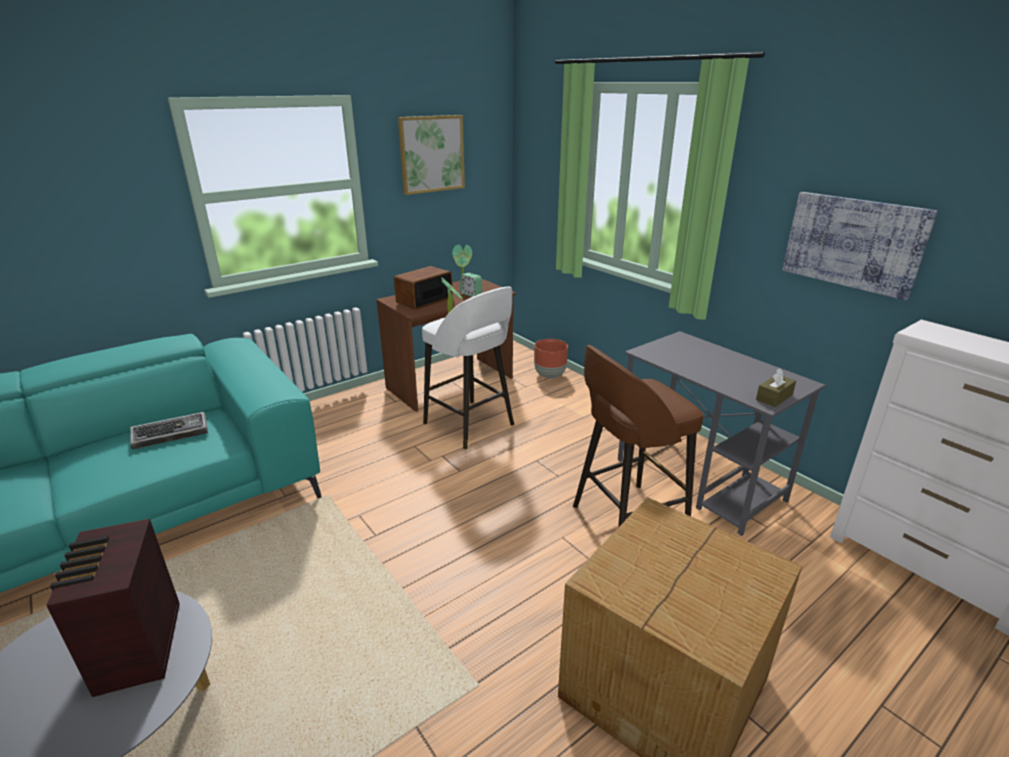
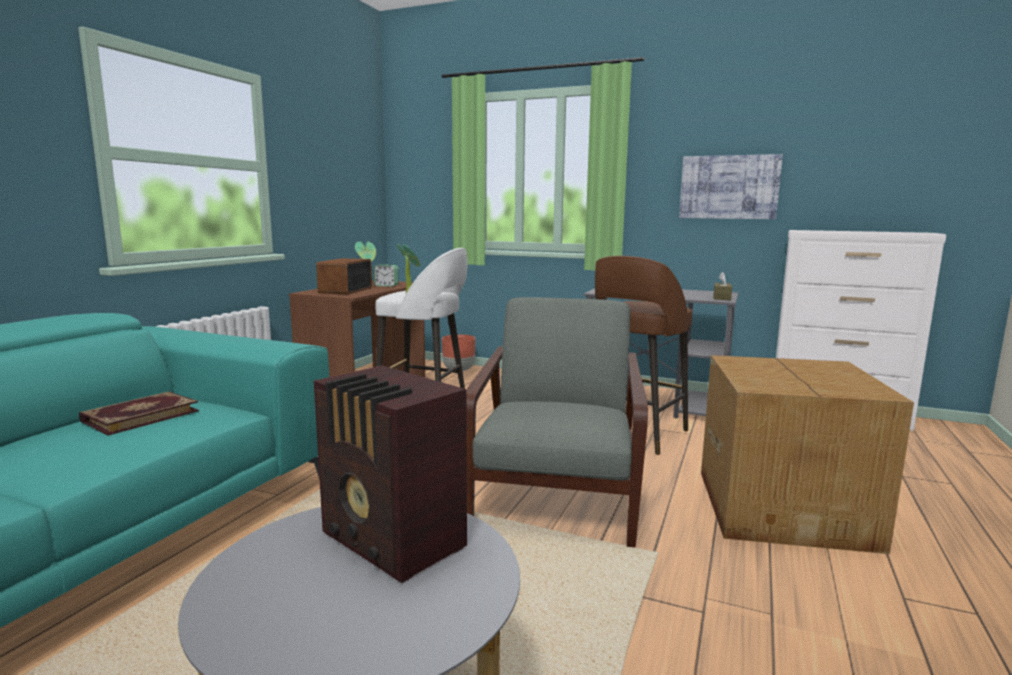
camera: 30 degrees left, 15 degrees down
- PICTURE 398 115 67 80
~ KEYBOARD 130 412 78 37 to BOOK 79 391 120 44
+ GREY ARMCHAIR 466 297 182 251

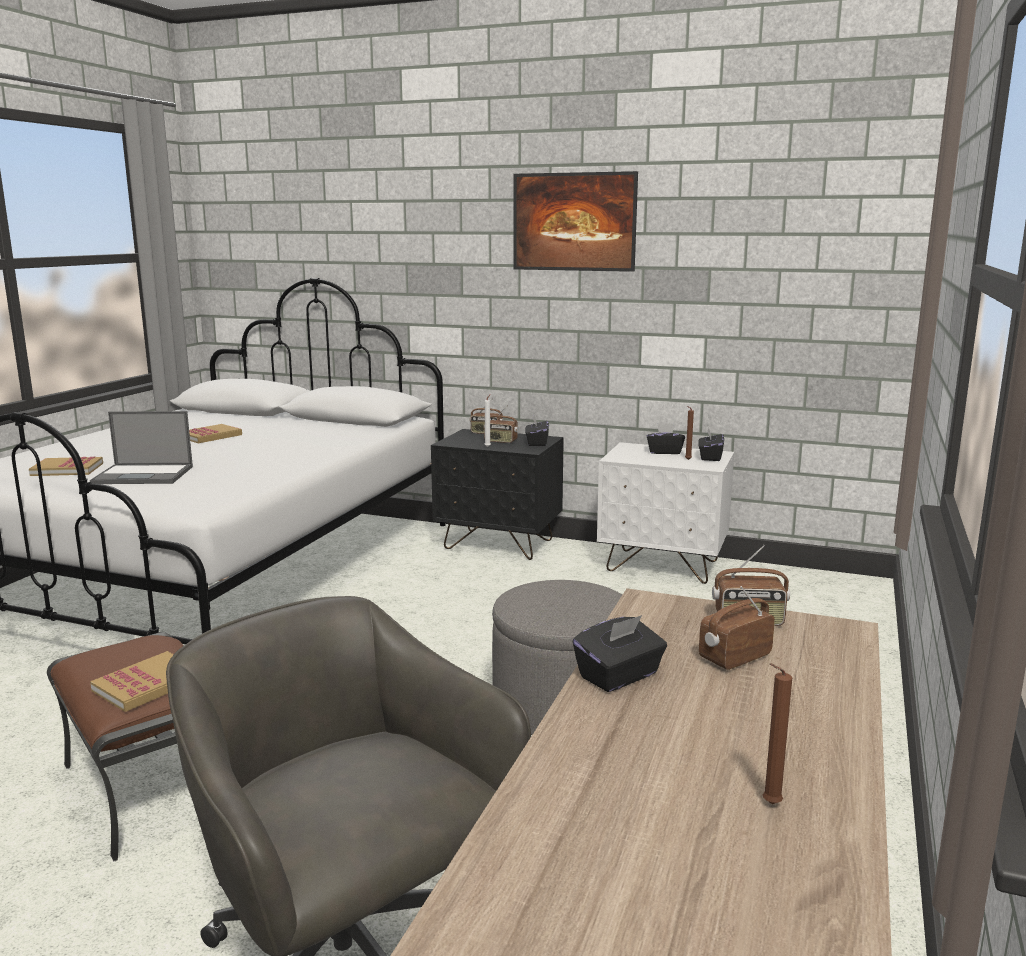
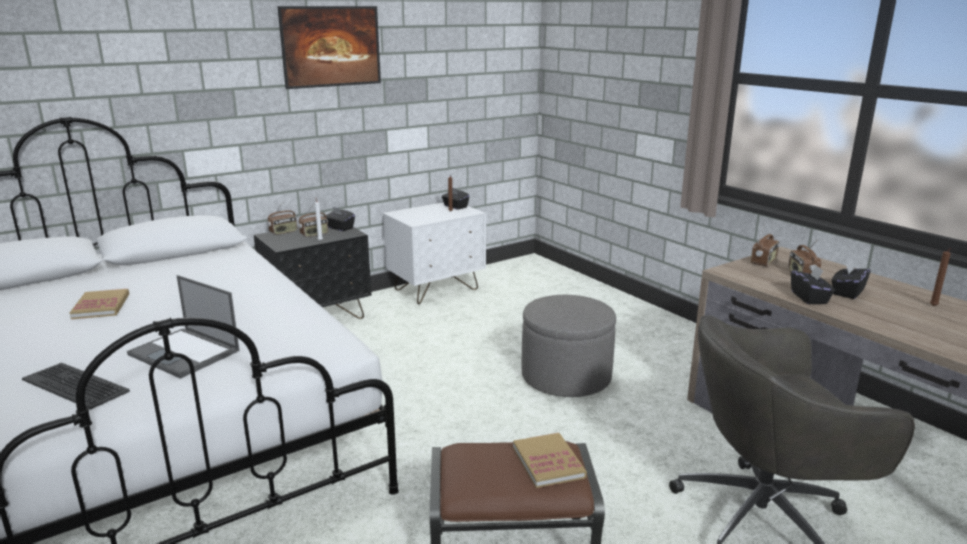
camera: 55 degrees left, 5 degrees up
~ LAPTOP 90 411 103 73 = 127 275 113 104 90 degrees clockwise
~ BLACK TISSUE BOX 647 423 38 31 to 832 260 39 39
~ BOOK 29 456 74 20 to KEYBOARD 22 363 108 47

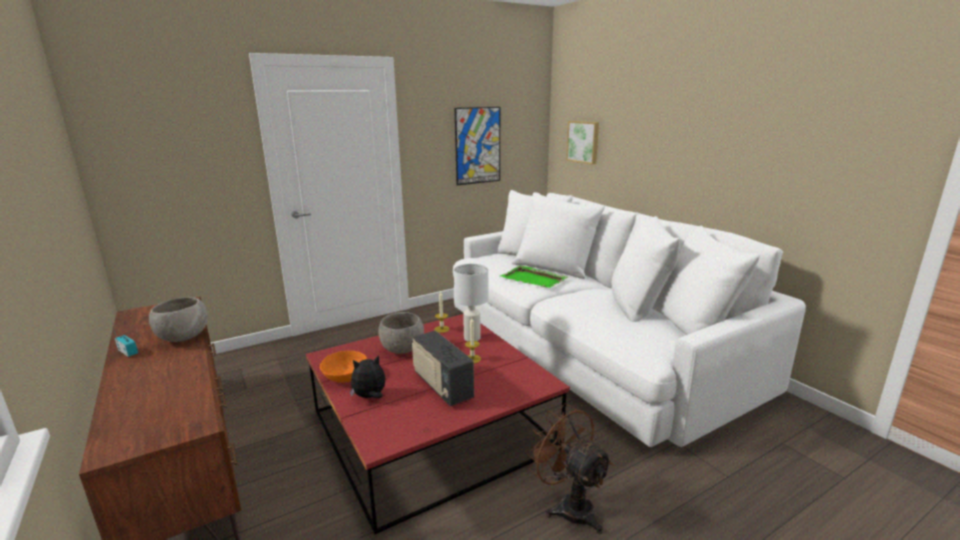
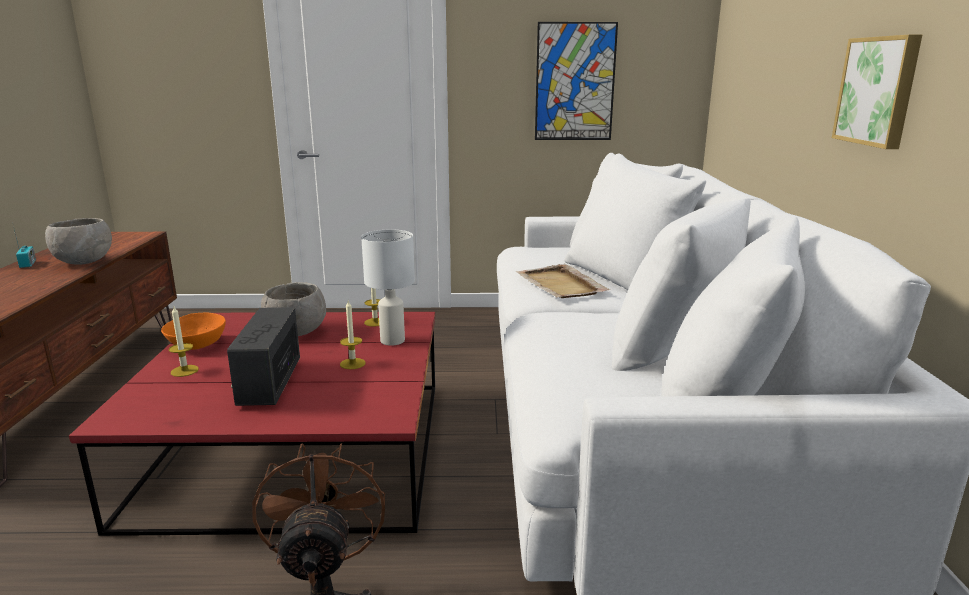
camera: 30 degrees right, 0 degrees up
~ PICTURE 566 121 33 43 to 832 35 90 114
~ GREEN TRAY 501 265 67 23 to BEIGE TRAY 516 264 94 34
~ PLUSH TOY 350 355 35 43 to CANDLE 169 306 30 71

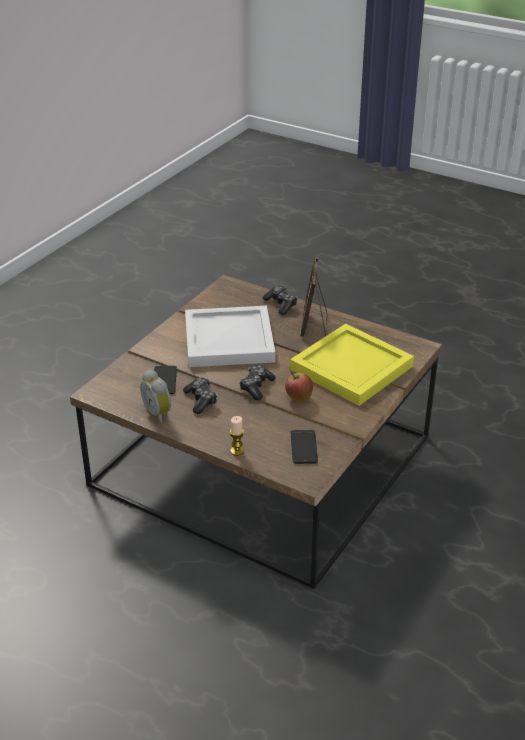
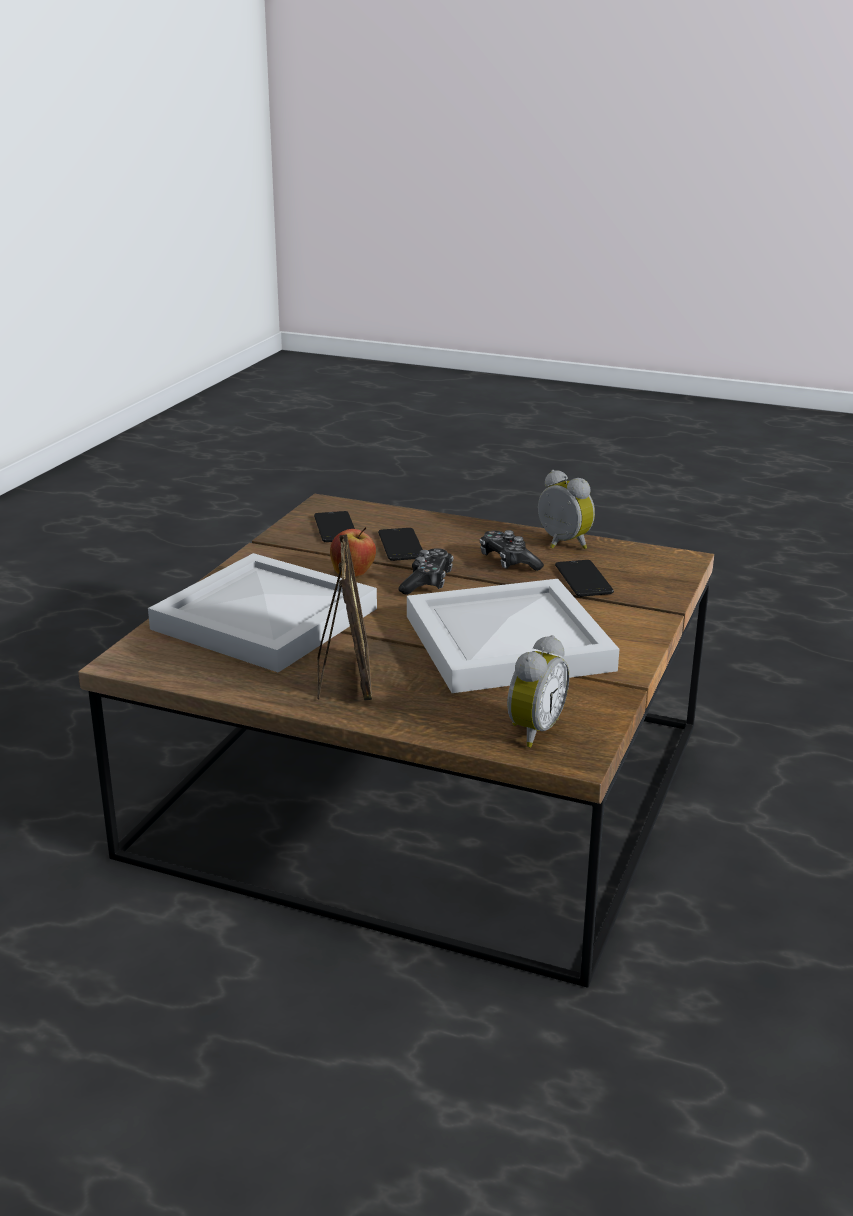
camera: 170 degrees right, 10 degrees down
- GAME CONTROLLER 263 285 34 30
~ YELLOW TRAY 290 324 124 82 to WHITE TRAY 148 553 229 119
- CANDLE 230 416 14 40
+ PHONE 378 528 45 33
+ ALARM CLOCK 507 635 62 113

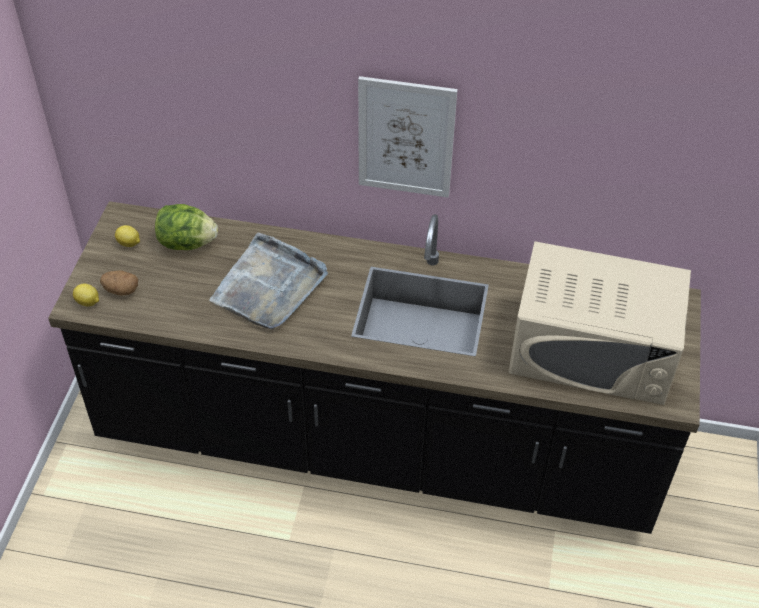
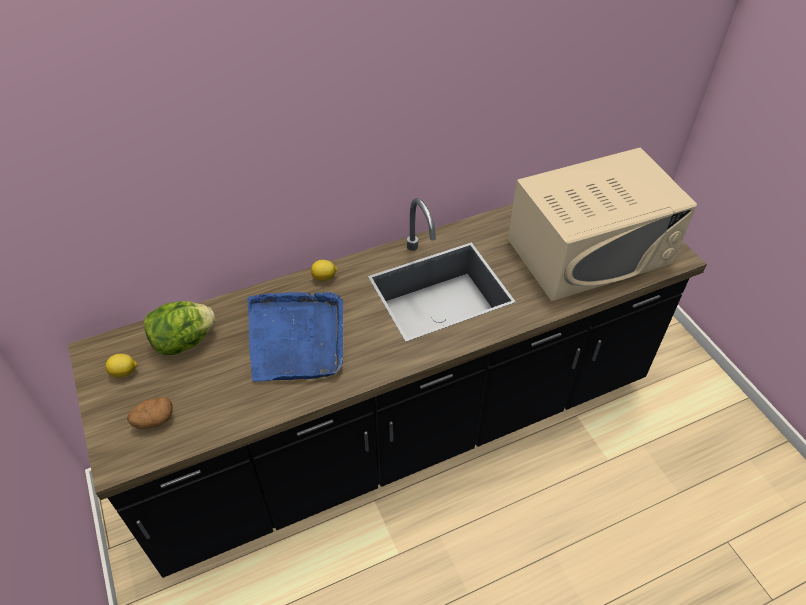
camera: 35 degrees left, 0 degrees up
- PICTURE 358 76 99 122
~ GREY TRAY 209 233 119 97 to BLUE TRAY 248 292 95 89
~ LEMON 73 284 26 22 to 311 260 26 21

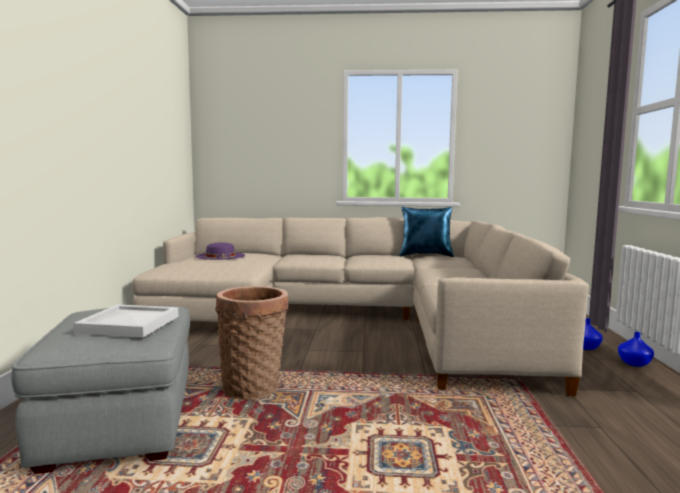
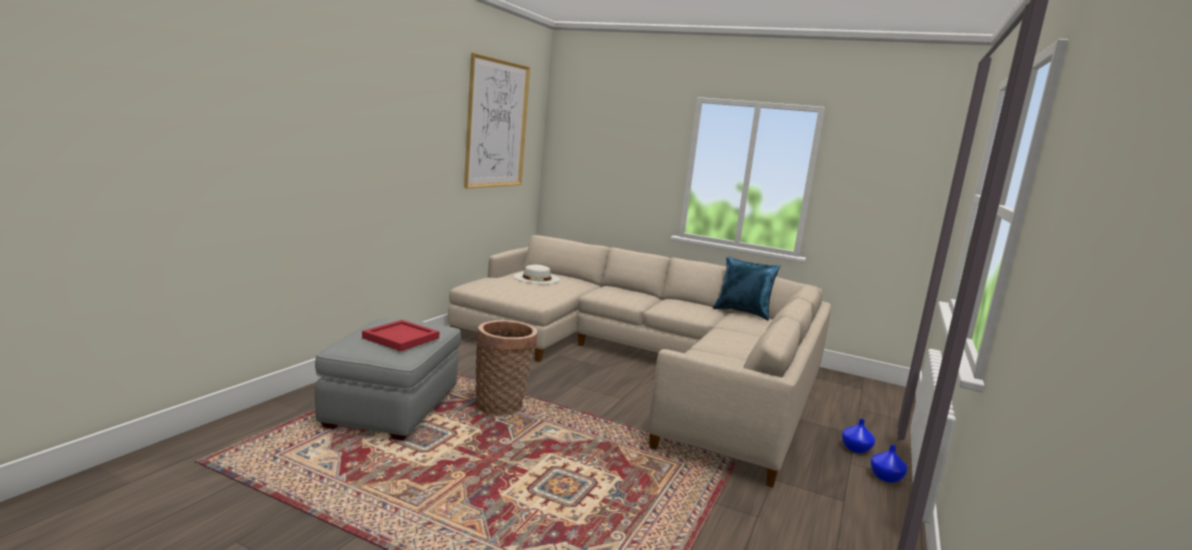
camera: 20 degrees right, 5 degrees up
~ PURPLE HAT 195 242 50 18 to WHITE HAT 514 265 46 19
~ WHITE TRAY 73 304 106 34 to RED TRAY 362 320 78 31
+ PICTURE 464 53 66 135

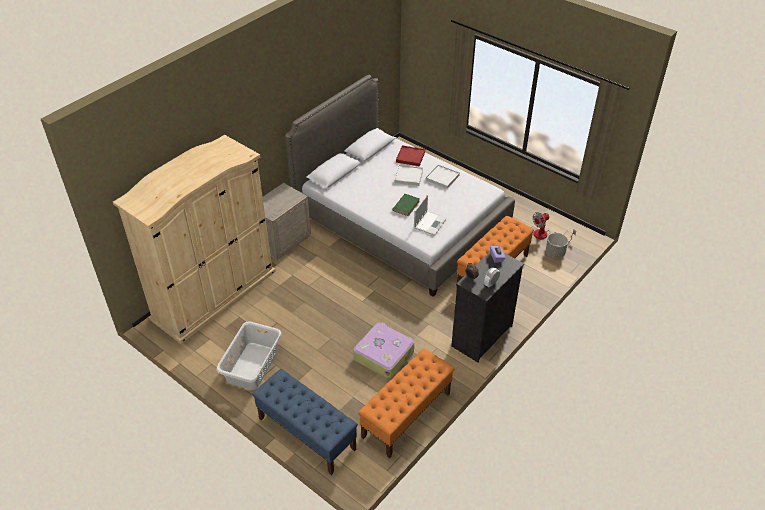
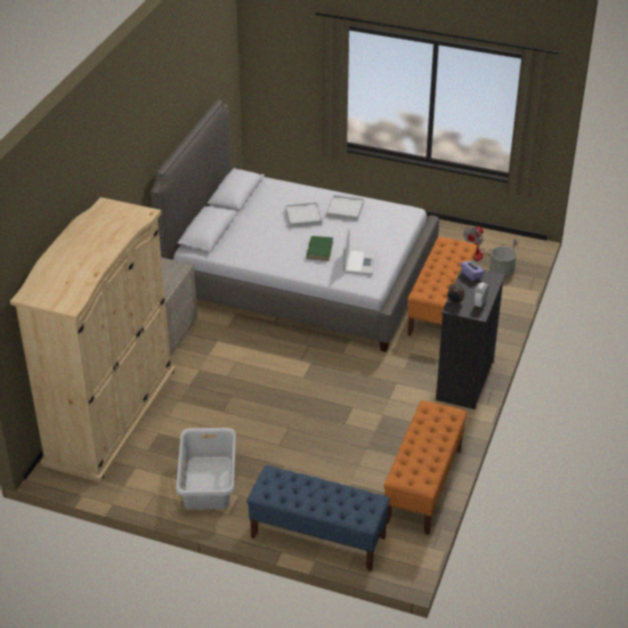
camera: 20 degrees left, 5 degrees down
- RED TRAY 396 145 29 21
- SUITCASE 353 323 61 56

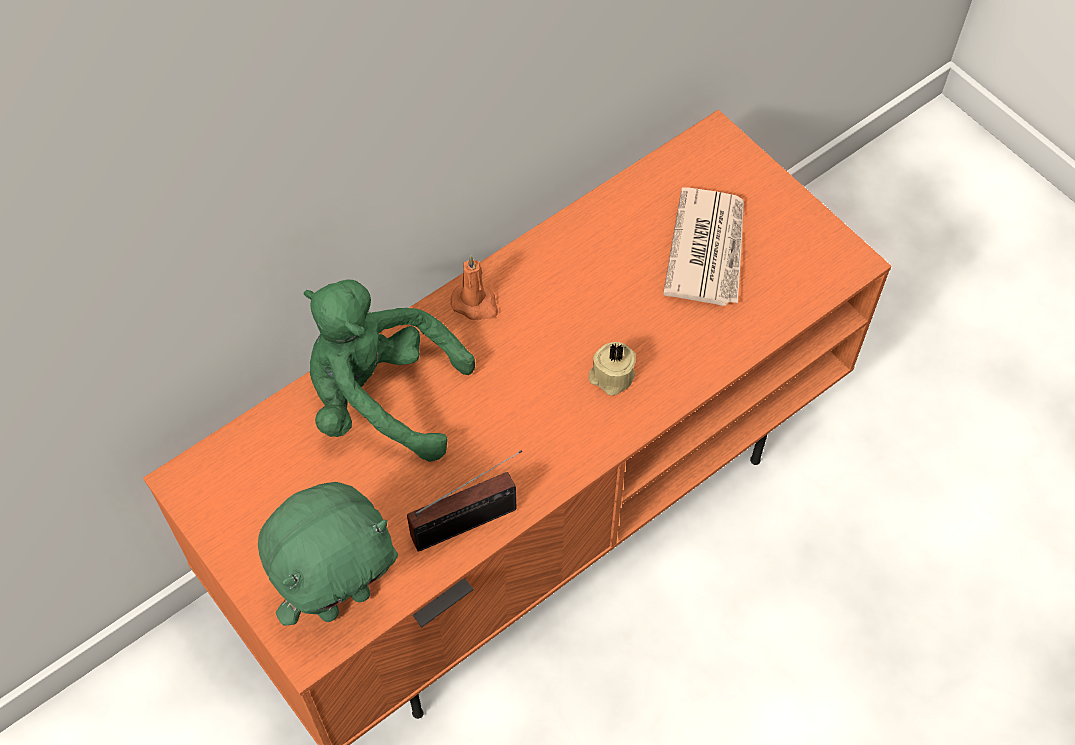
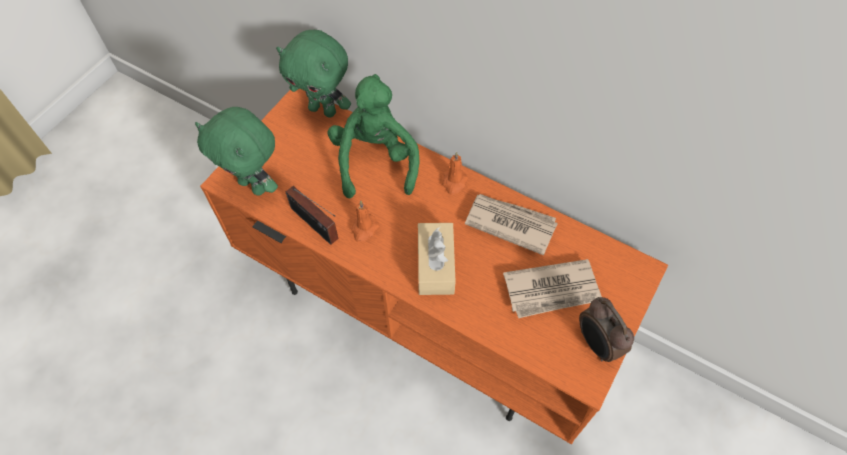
camera: 70 degrees right, 0 degrees up
~ BEIGE CANDLE 589 342 46 54 to BEIGE TISSUE BOX 418 223 38 72
+ GREEN PLUSH TOY 276 30 75 88
+ NEWSPAPER 465 194 93 61
+ ORANGE CANDLE 351 200 28 42
+ ALARM CLOCK 579 297 55 65

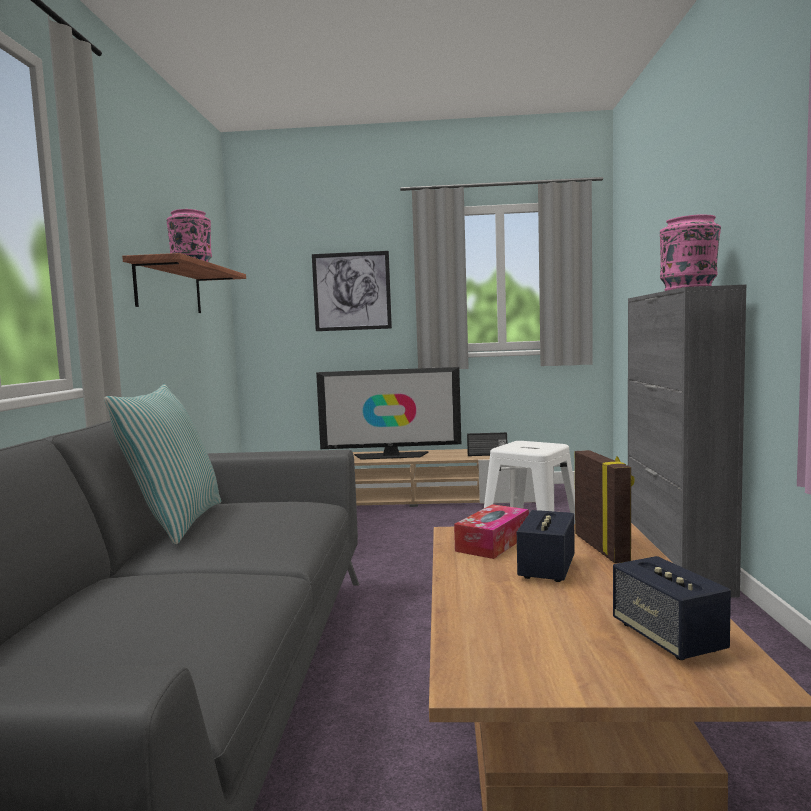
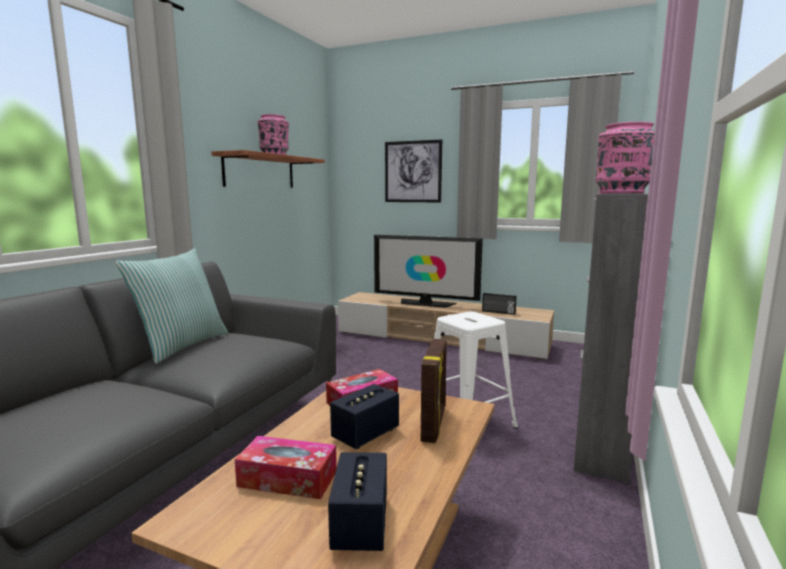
camera: 20 degrees right, 5 degrees up
+ TISSUE BOX 235 436 102 63

